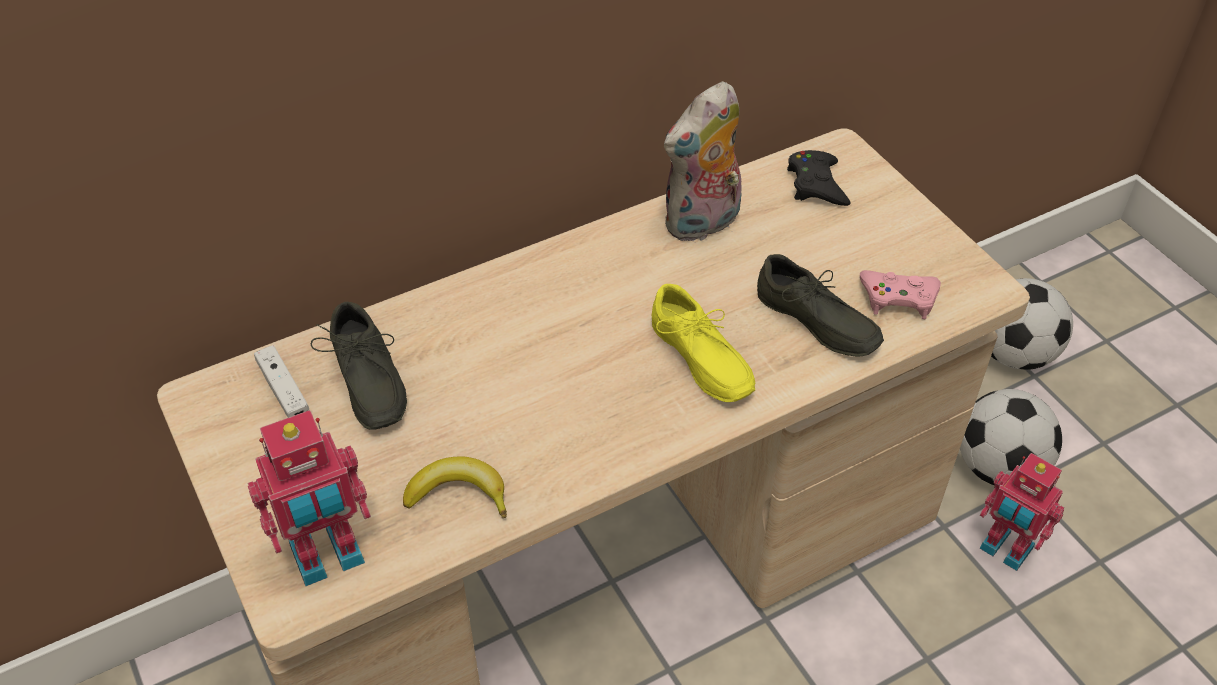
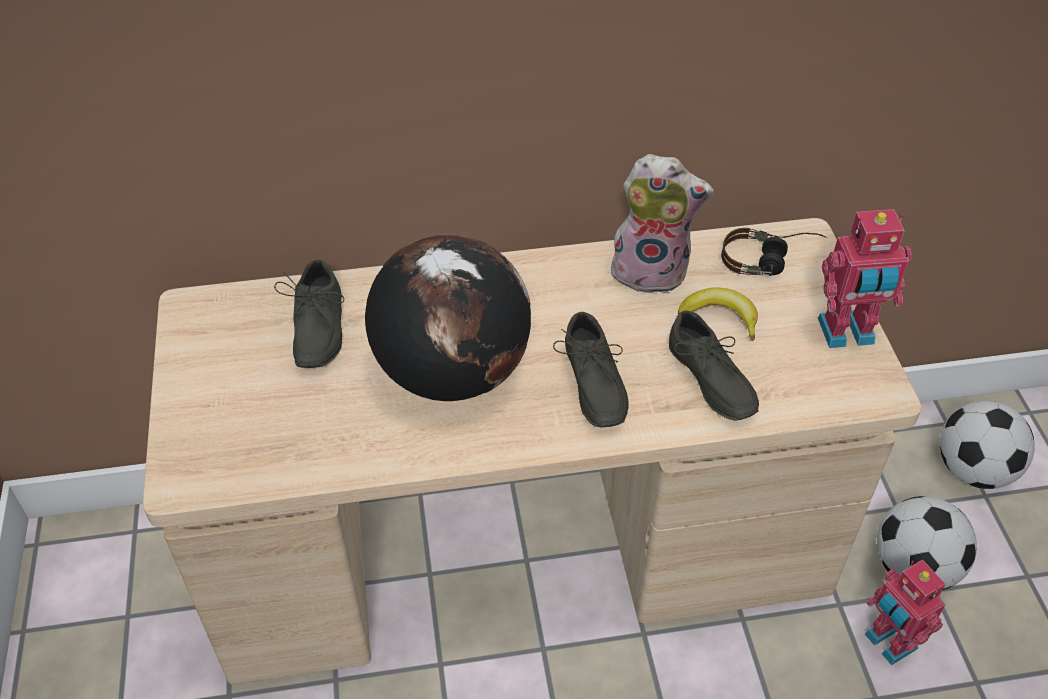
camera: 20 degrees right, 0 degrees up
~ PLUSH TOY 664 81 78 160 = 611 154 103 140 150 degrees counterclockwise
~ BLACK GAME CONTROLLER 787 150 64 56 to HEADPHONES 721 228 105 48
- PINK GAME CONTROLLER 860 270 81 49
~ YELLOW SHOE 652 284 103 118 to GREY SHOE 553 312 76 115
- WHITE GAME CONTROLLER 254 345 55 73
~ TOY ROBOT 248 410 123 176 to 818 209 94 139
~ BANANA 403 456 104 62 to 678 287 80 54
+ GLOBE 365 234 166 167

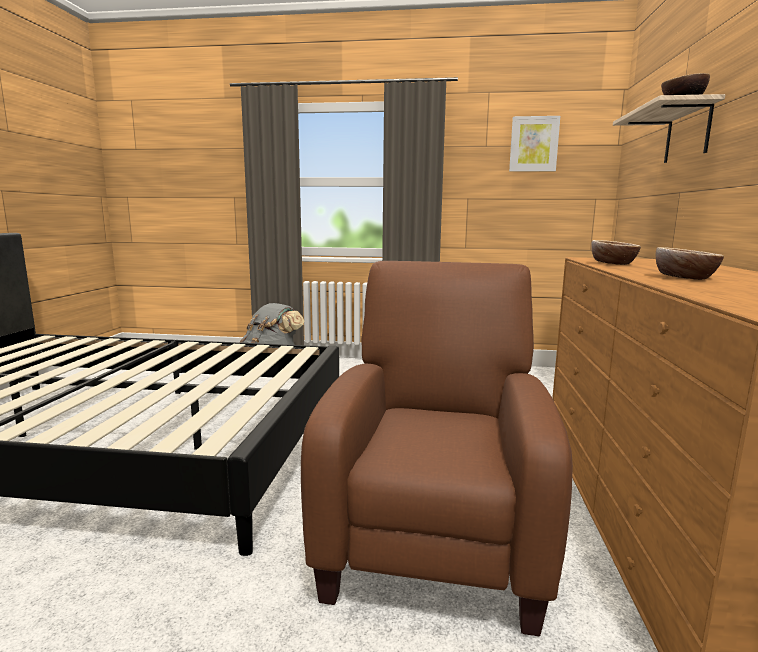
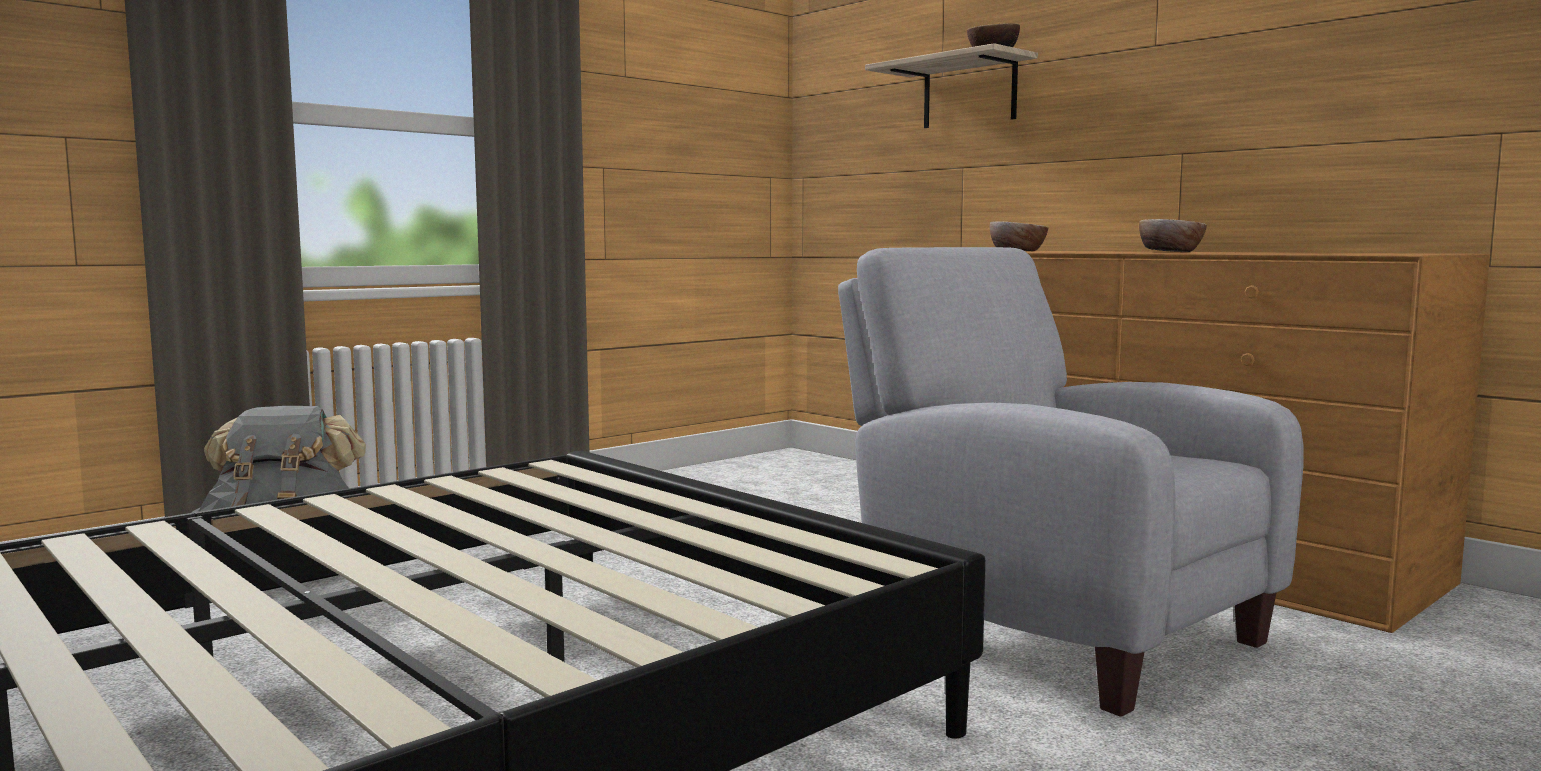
camera: 50 degrees left, 5 degrees down
- PICTURE 509 116 51 56
~ BROWN ARMCHAIR 301 261 272 375 to GREY ARMCHAIR 838 247 466 469

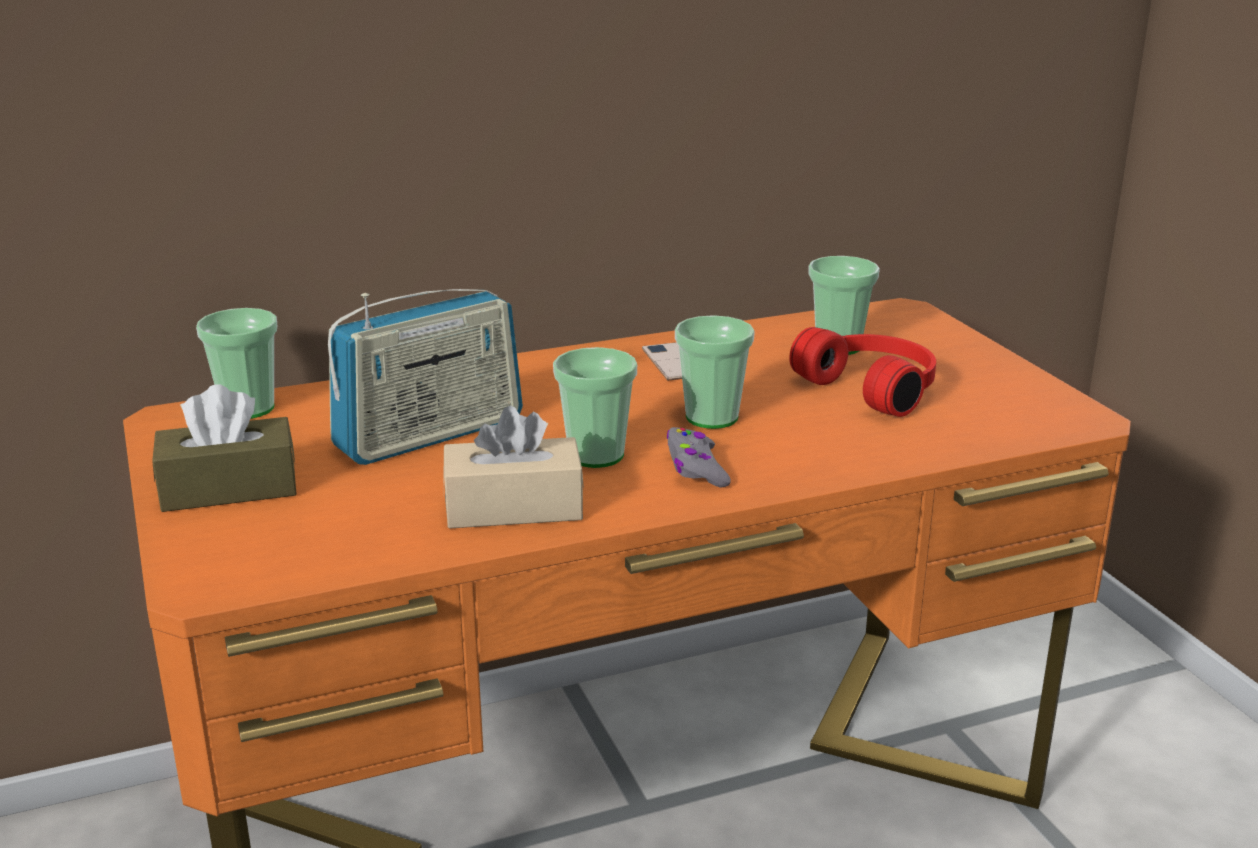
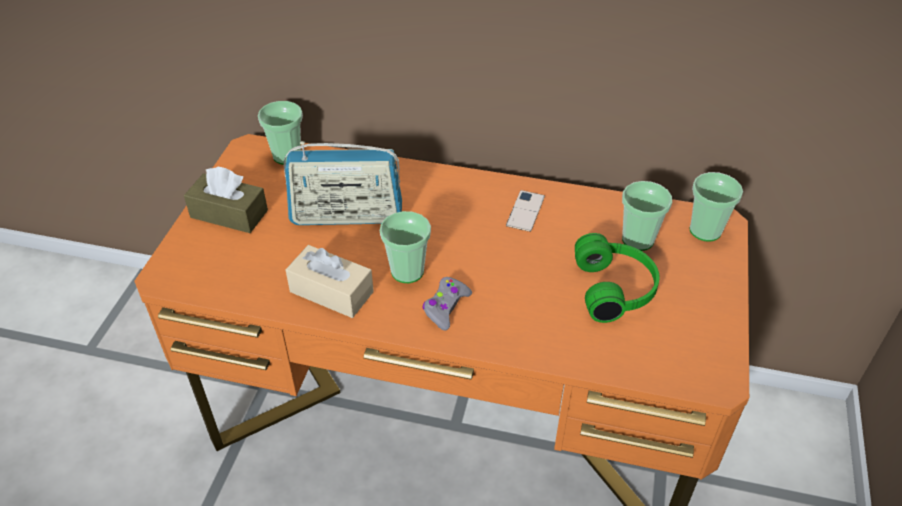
camera: 35 degrees right, 20 degrees up
~ CUP 675 315 80 114 to 690 172 53 70
~ RED HEADPHONES 789 327 147 90 to GREEN HEADPHONES 575 233 85 90

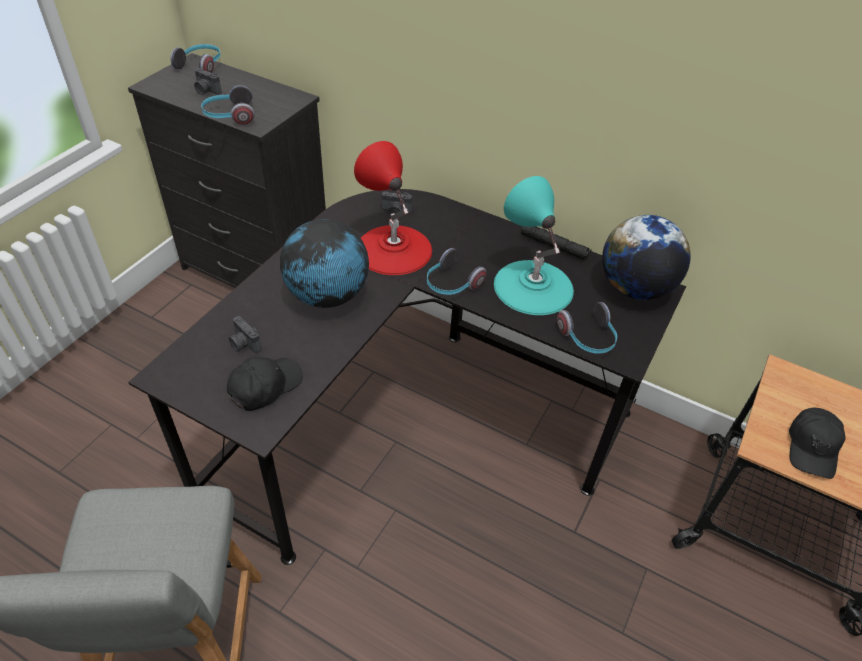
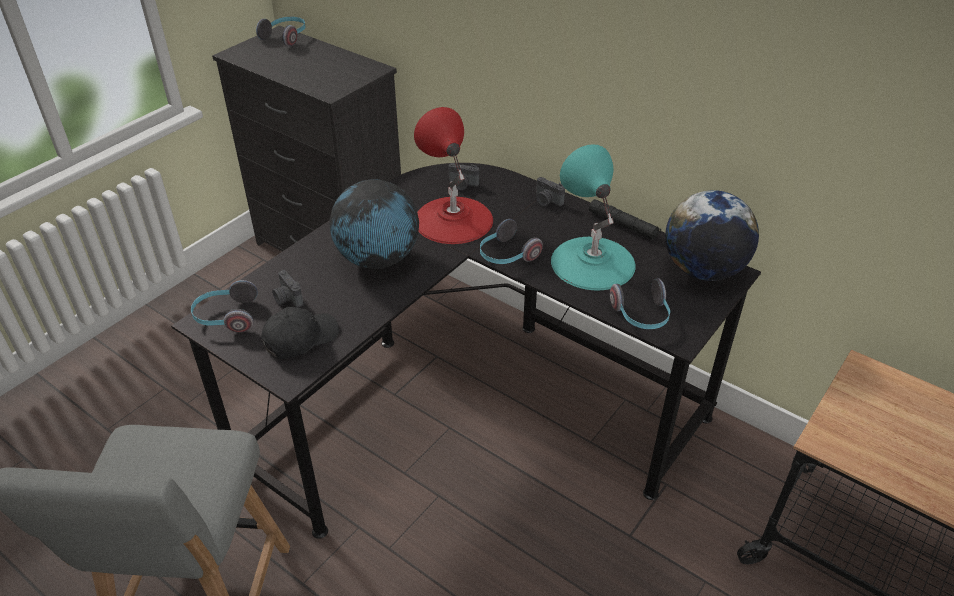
camera: 10 degrees right, 5 degrees down
~ PHOTO CAMERA 194 68 28 27 to 536 177 29 29
~ HEADPHONES 201 85 54 40 to 191 280 67 52
- BLACK CAP 789 408 57 71

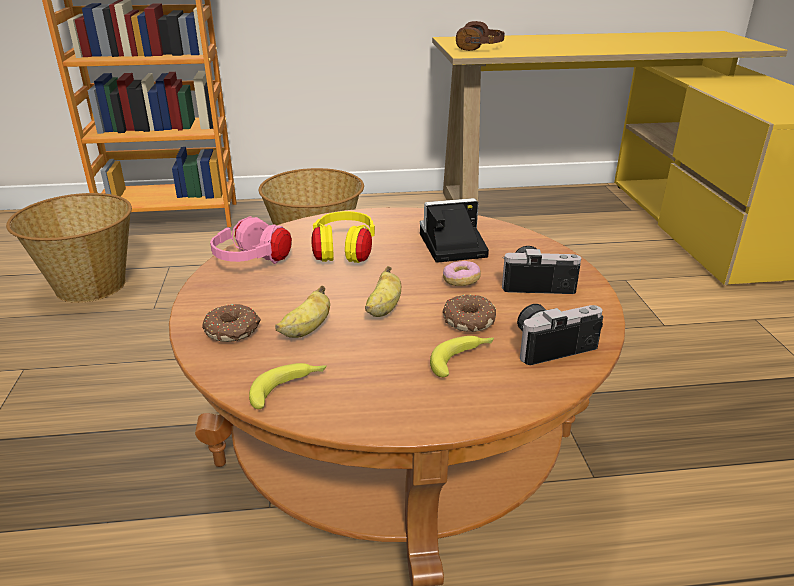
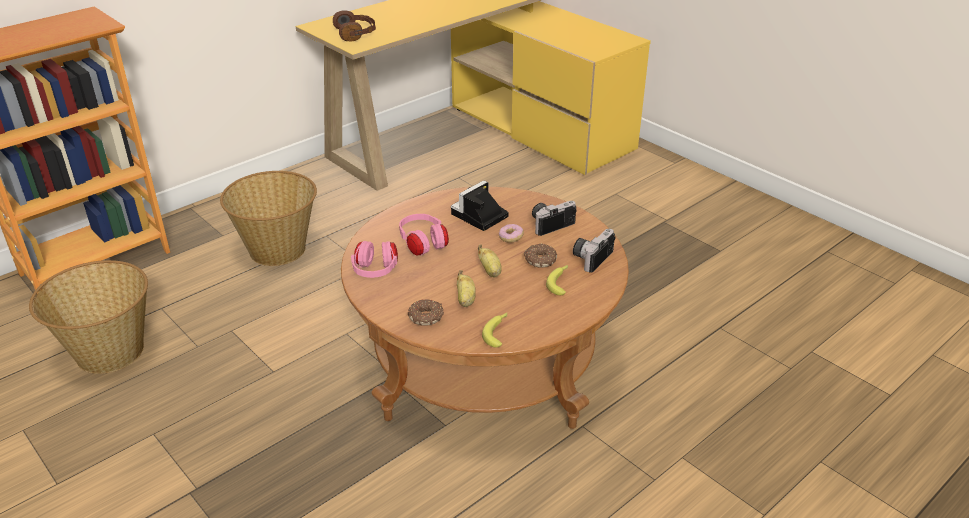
camera: 35 degrees left, 5 degrees up
~ YELLOW HEADPHONES 312 211 63 52 to PINK HEADPHONES 399 214 50 42

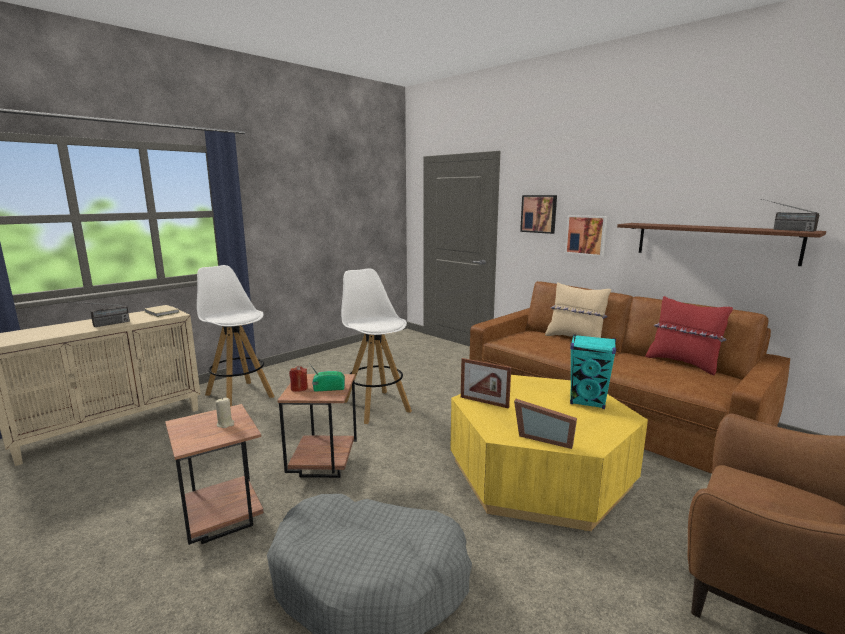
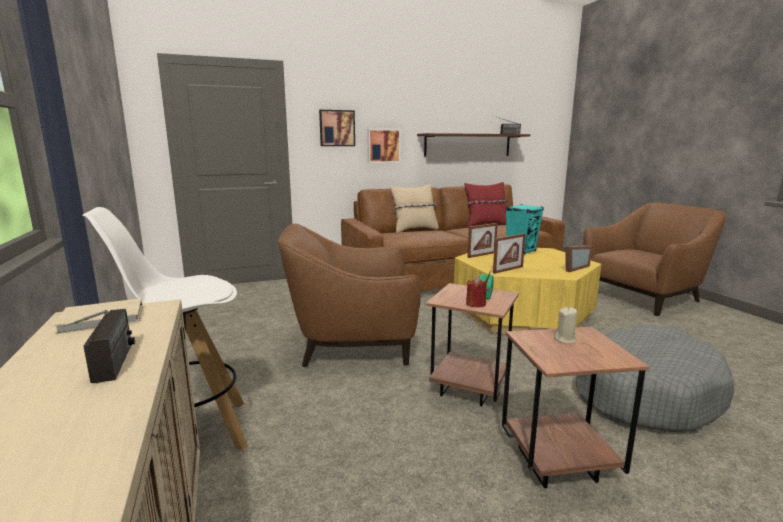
camera: 65 degrees left, 0 degrees up
~ WHITE STOOL 341 268 71 156 to BROWN ARMCHAIR 278 224 143 143
+ PICTURE FRAME 467 223 31 35

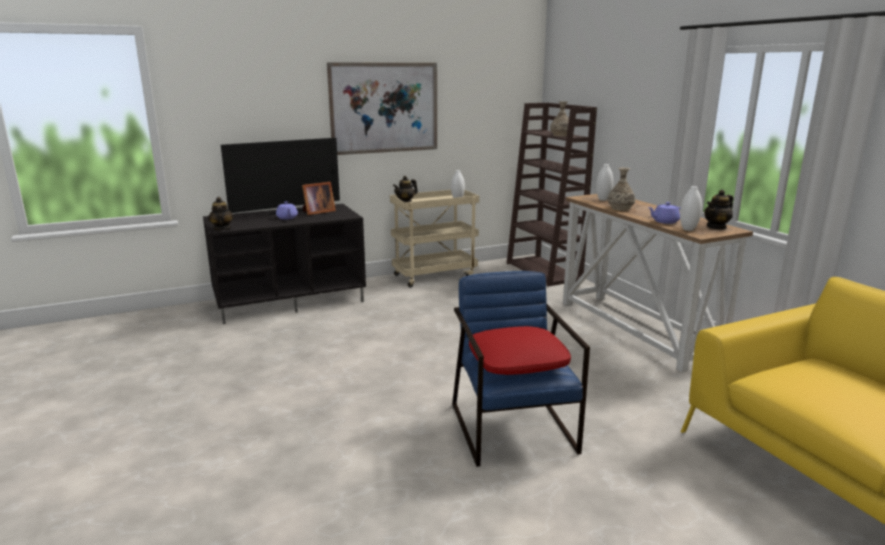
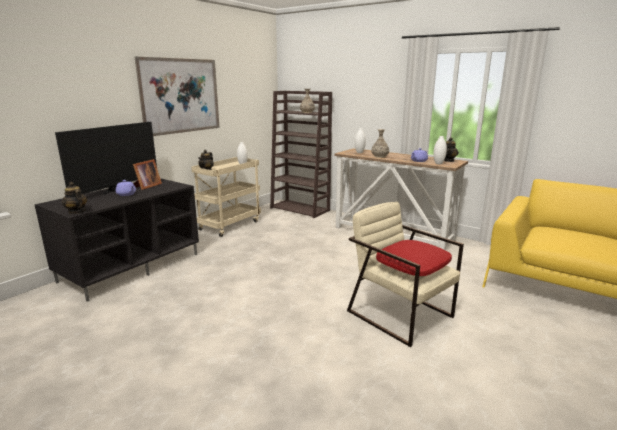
camera: 30 degrees left, 0 degrees up
~ BLUE ARMCHAIR 452 271 138 196 to BEIGE ARMCHAIR 347 202 117 145

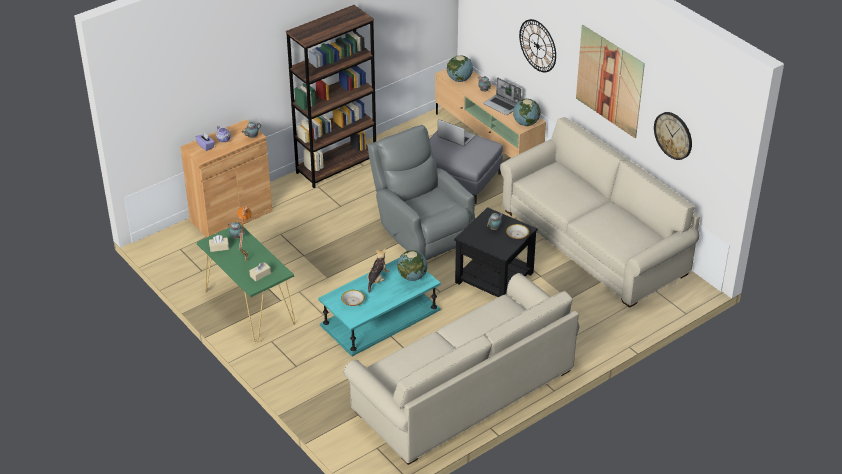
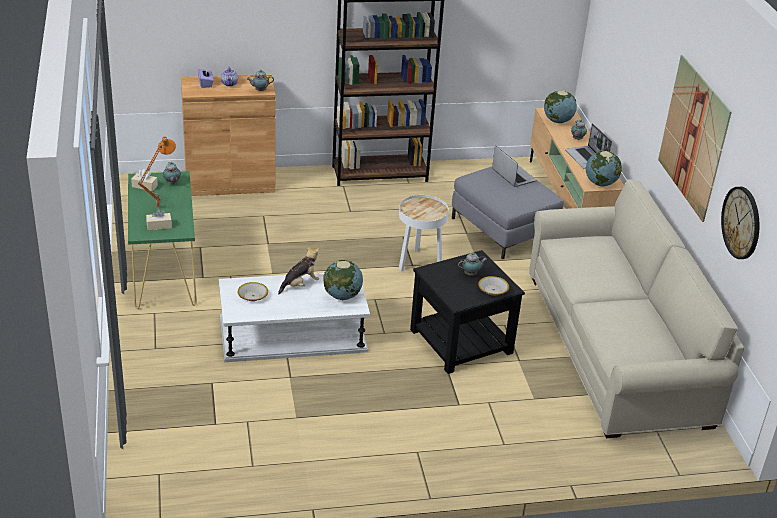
camera: 25 degrees right, 5 degrees down
- WALL CLOCK 519 19 37 53
~ GREY ARMCHAIR 368 125 107 135 to WHITE SIDE TABLE 399 195 50 76
~ TURQUOISE COFFEE TABLE 318 258 123 98 to WHITE COFFEE TABLE 219 273 151 89
- BEIGE SOFA 343 273 236 192

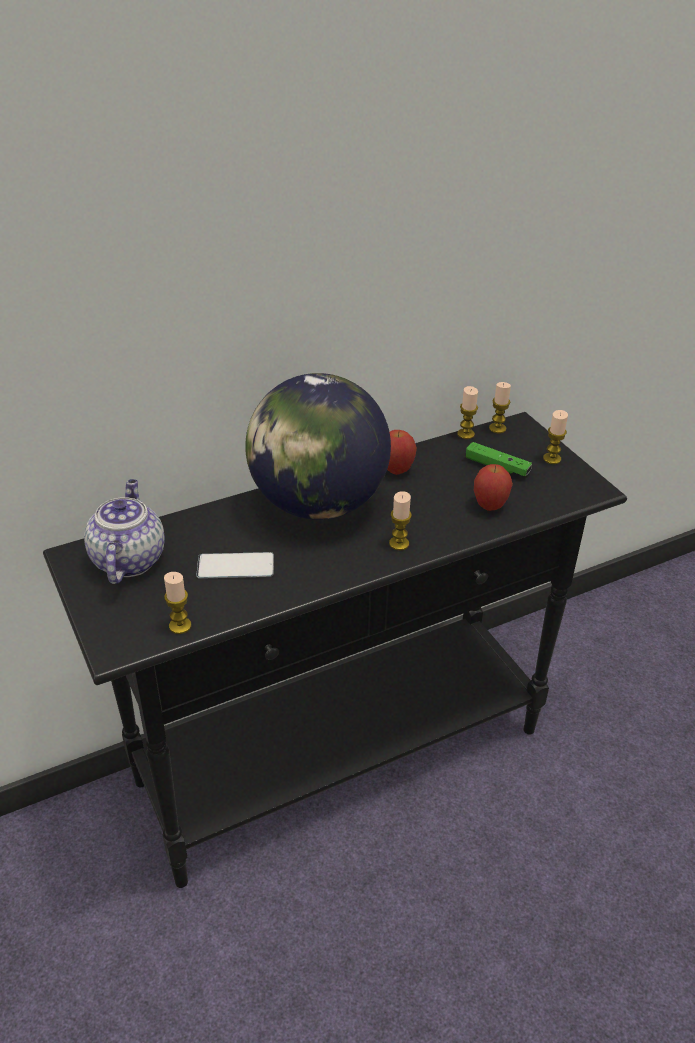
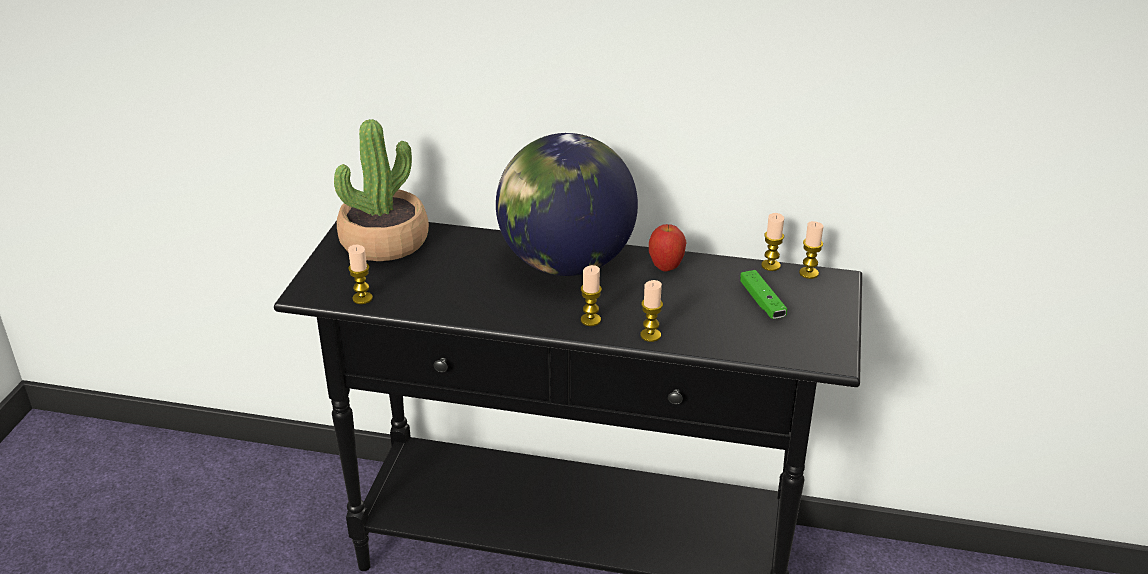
camera: 40 degrees right, 5 degrees down
~ CANDLE 543 410 25 54 to 640 280 23 62
- APPLE 474 464 39 47
~ TEAPOT 84 479 81 105 to POTTED PLANT 334 119 95 142
- PHONE 196 552 78 27

